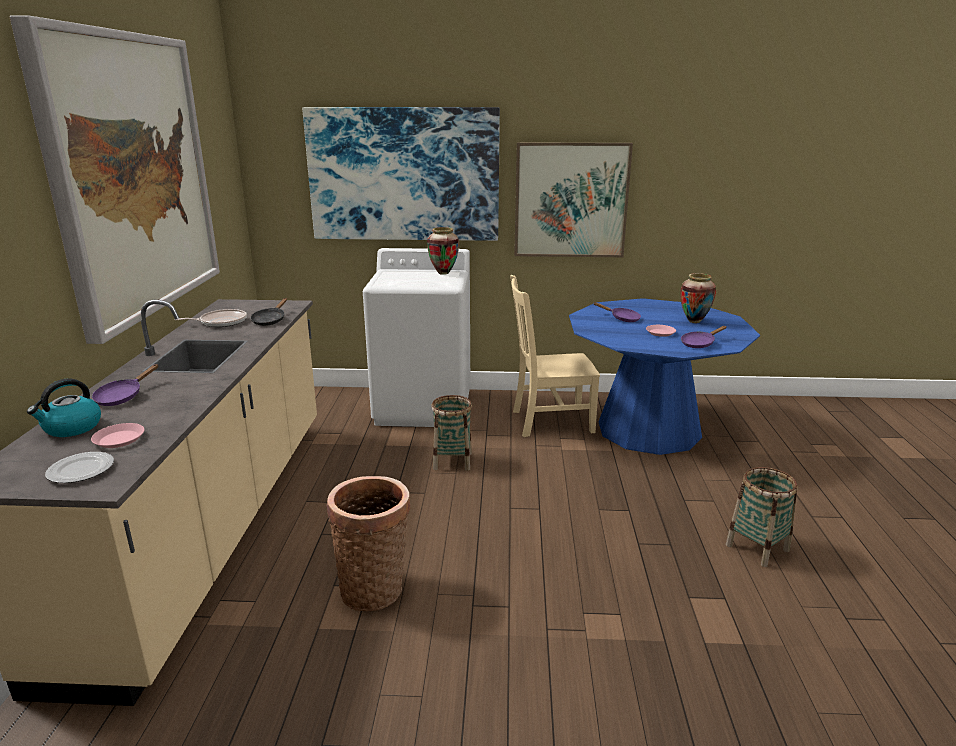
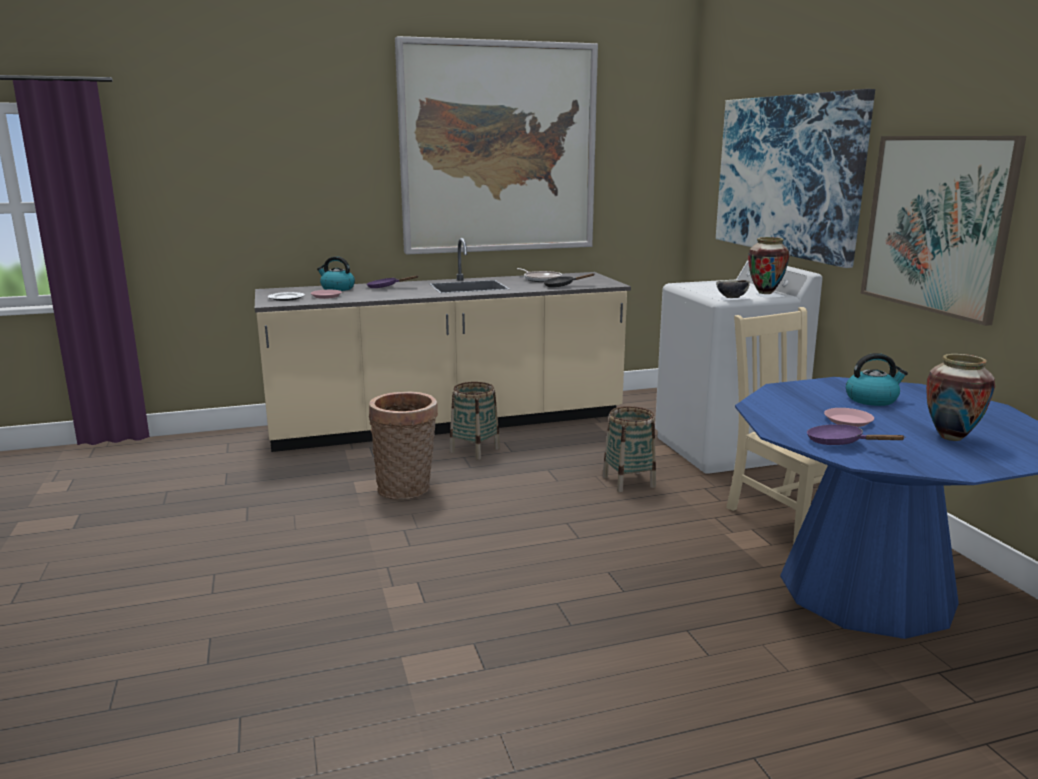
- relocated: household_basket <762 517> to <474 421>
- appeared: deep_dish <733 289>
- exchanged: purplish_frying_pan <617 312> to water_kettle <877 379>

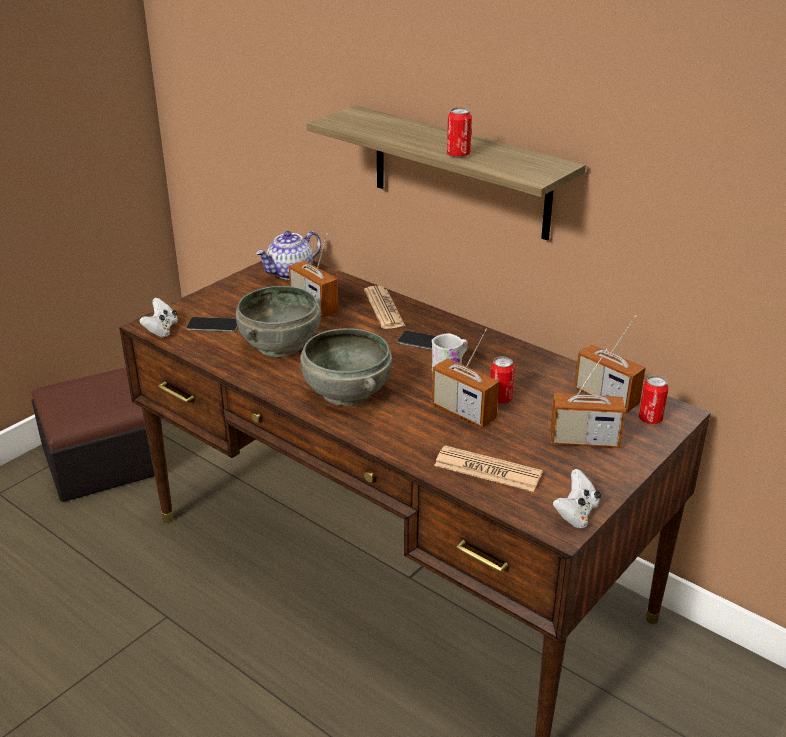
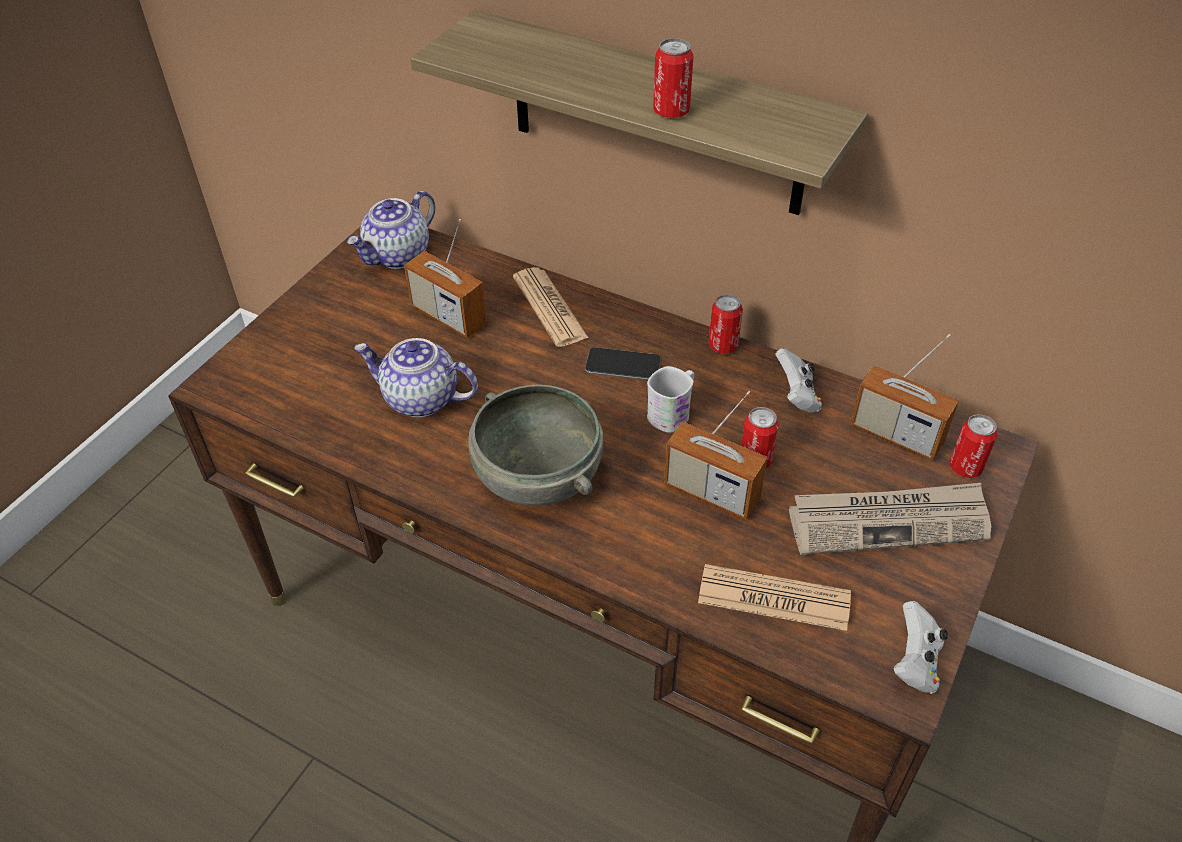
- exchanged: grey_deep_dish <278 321> to teapot <416 377>
- appeared: metal_can <726 324>
- relocated: white_gamepad <158 318> to <798 380>
- exchanged: radio_set <587 398> to daily_paper <890 519>
- missing: ottoman <93 434>
- missing: handset <212 324>

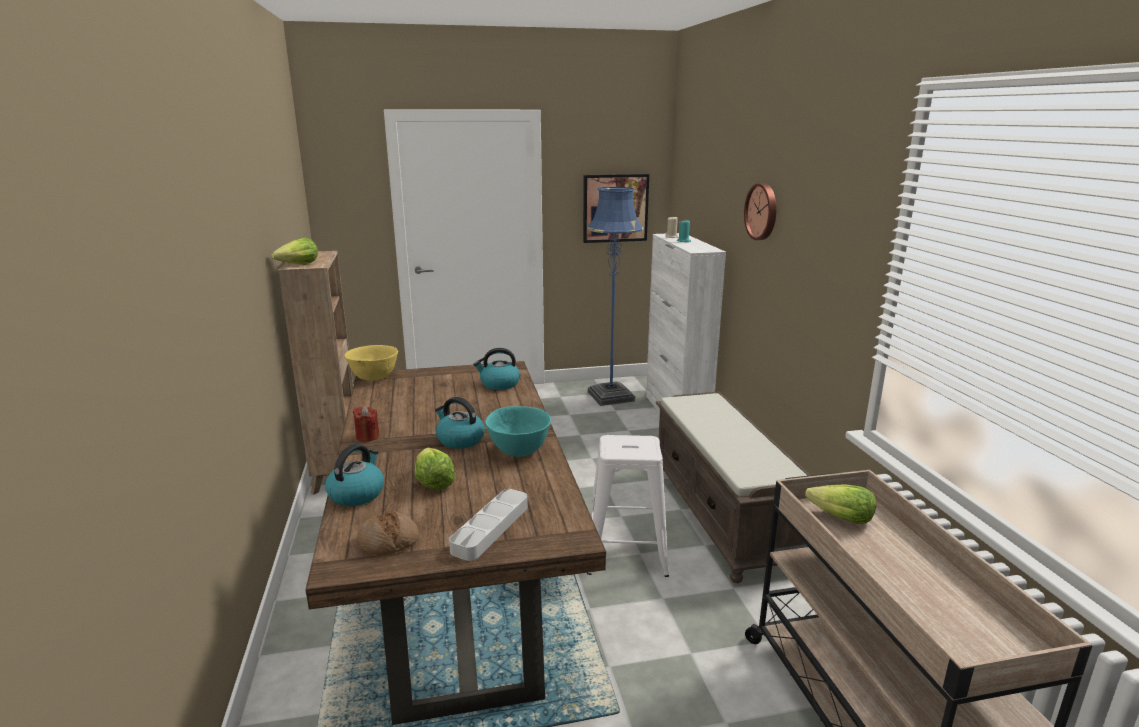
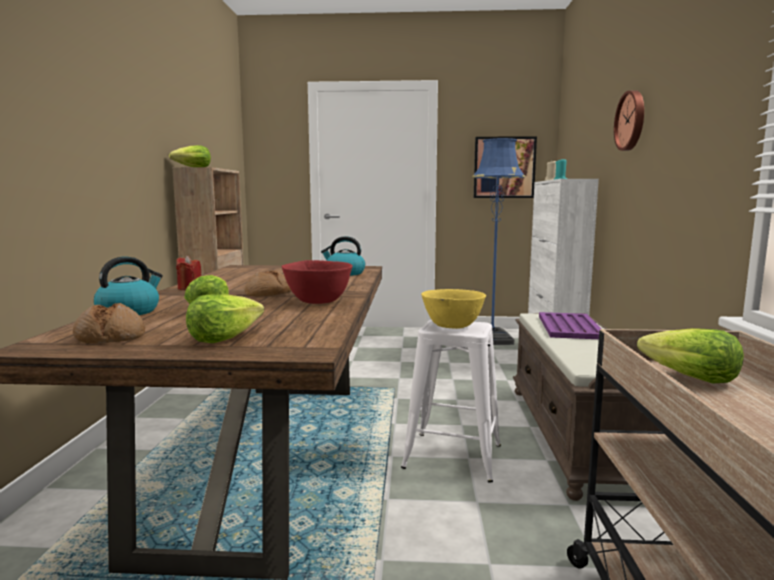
- exchanged: grey_carrying_tray <488 525> to lettuce_head <225 318>
- exchanged: water_kettle <460 423> to bakery_bread <267 283>
- colour: turquoise-coloured_deep_dish <518 431> to red-coloured_deep_dish <317 282>
- relocated: yellowish_deep_dish <371 363> to <453 309>
- appeared: purplish_carrying_tray <570 325>

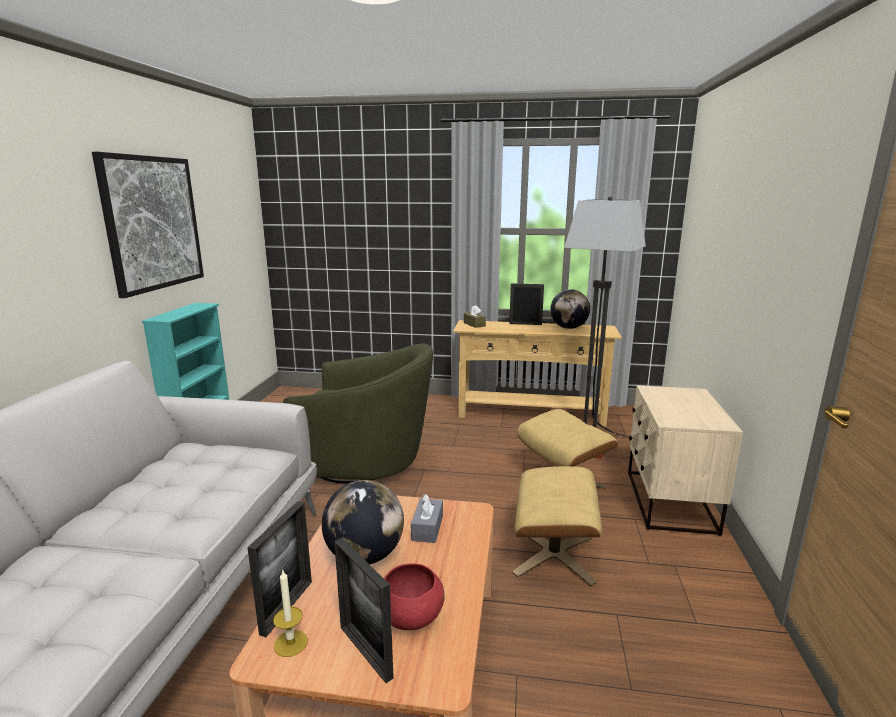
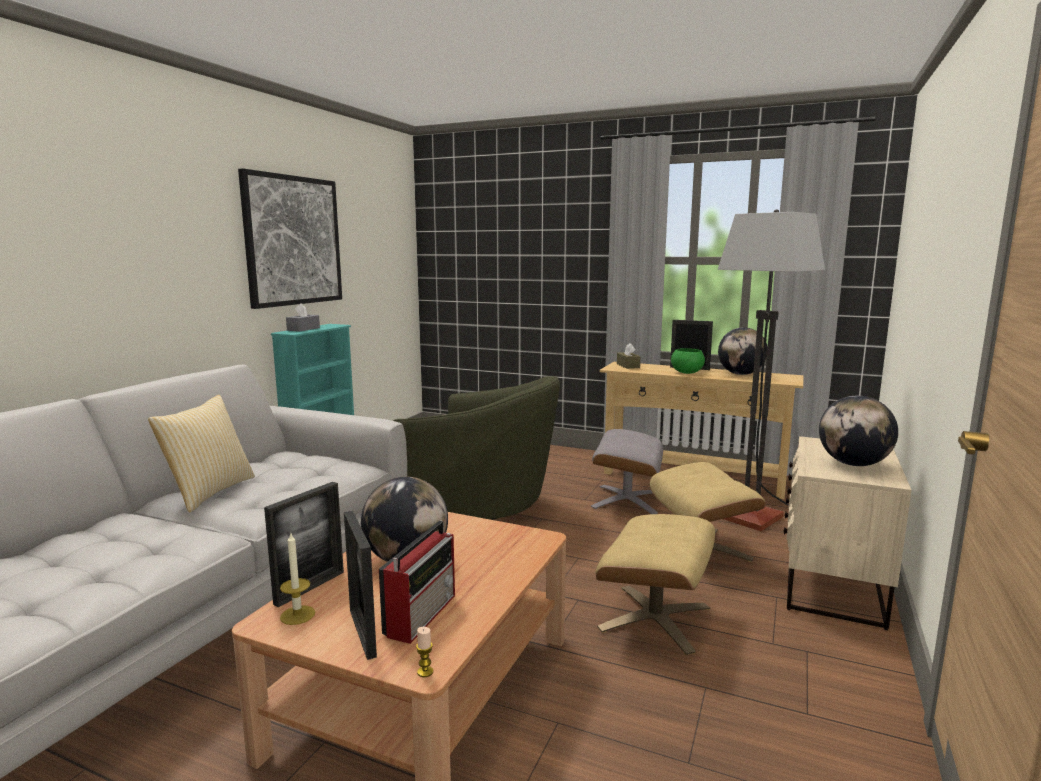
- appeared: pillow <201 453>
- relocated: grey_box_of_tissues <427 518> to <303 317>
- exchanged: red-coloured_deep_dish <414 596> to radio_set <417 582>
- appeared: candle <424 652>
- appeared: grey_ottoman <627 471>
- appeared: green_deep_dish <688 361>
- appeared: world_globe <858 431>

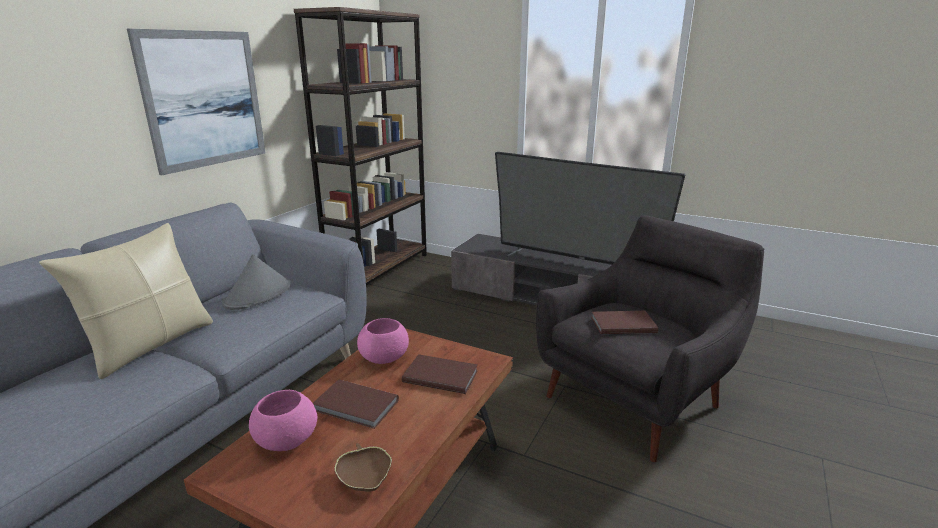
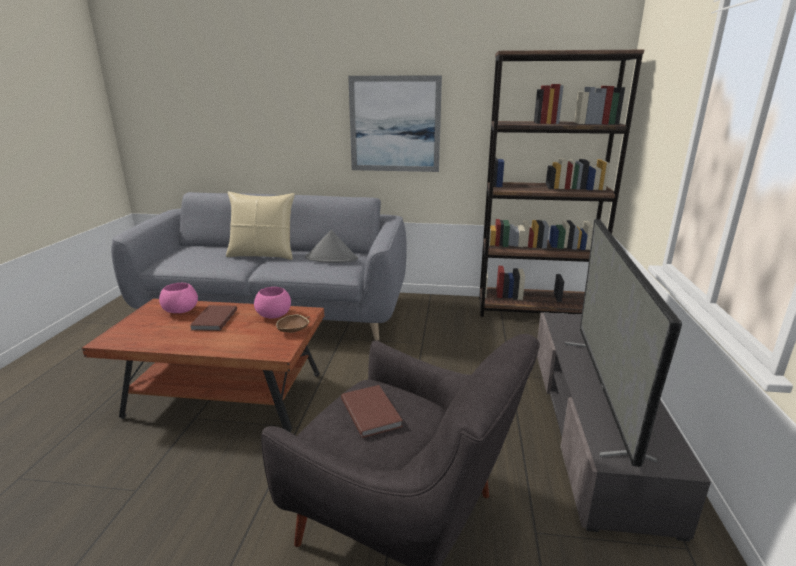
- relocated: brown_deep_dish <363 467> to <293 323>
- missing: brown_volume <440 374>

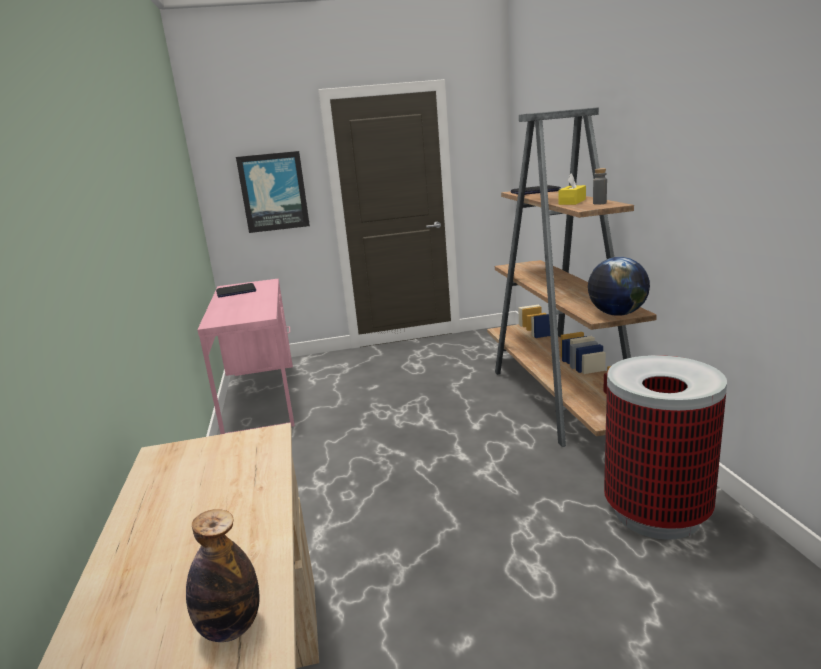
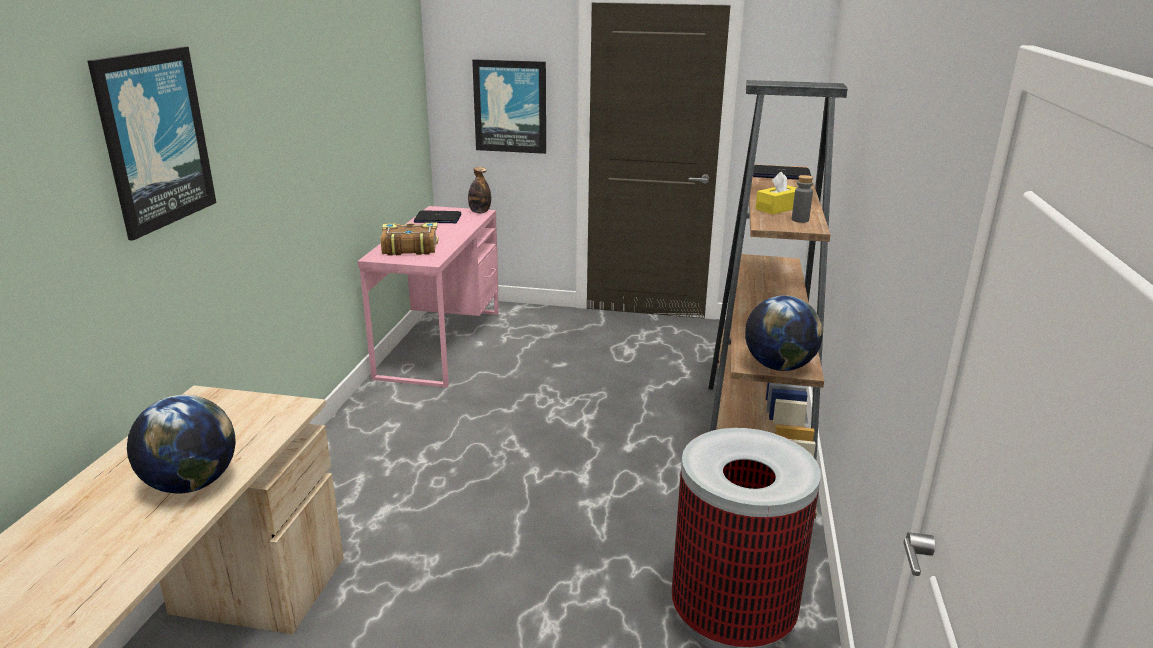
- appeared: picture <151 144>
- appeared: world_globe <181 444>
- appeared: volume <409 239>
- relocated: drink_bottle <223 575> to <479 190>

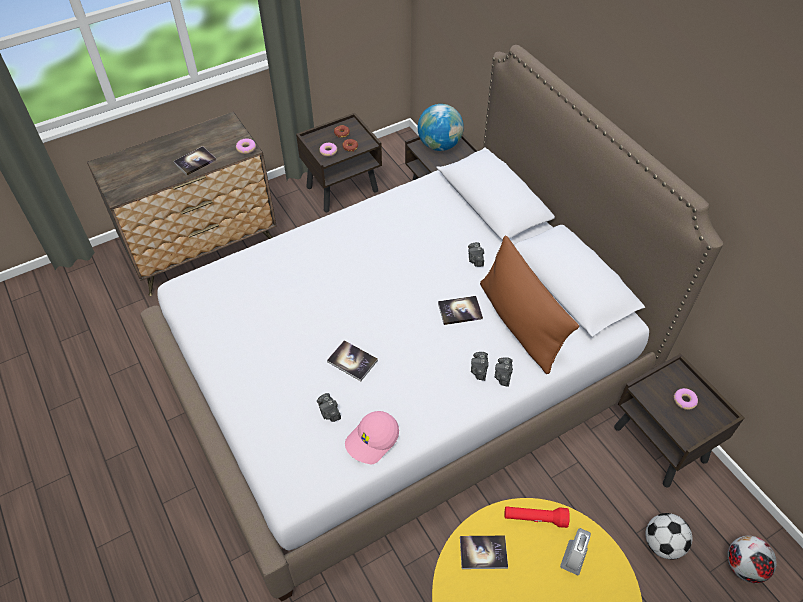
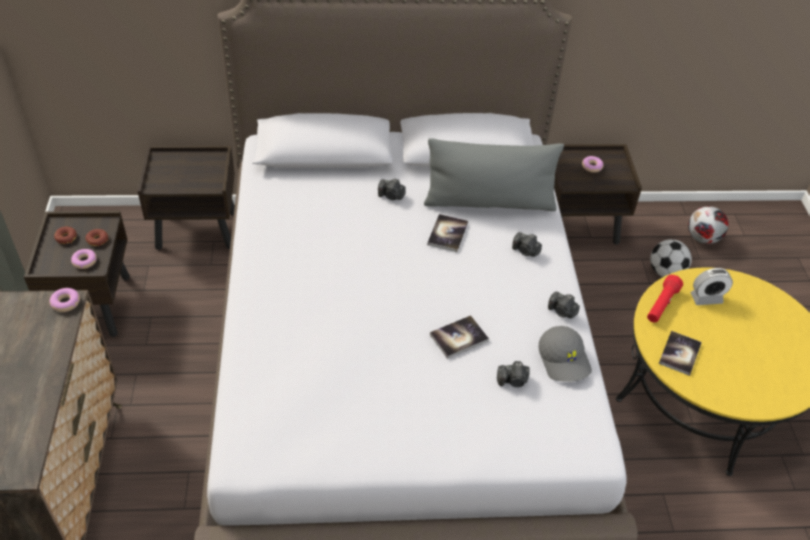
- colour: brown_pillow <529 304> to grey_pillow <494 174>
- colour: pink-coloured_peaked_cap <372 437> to grey_peaked_cap <565 354>
- relocated: still_camera <504 372> to <564 305>
- spun: bedside_clock <575 551> = <711 286> 120 degrees clockwise
- missing: volume <195 161>
- missing: world_globe <441 127>

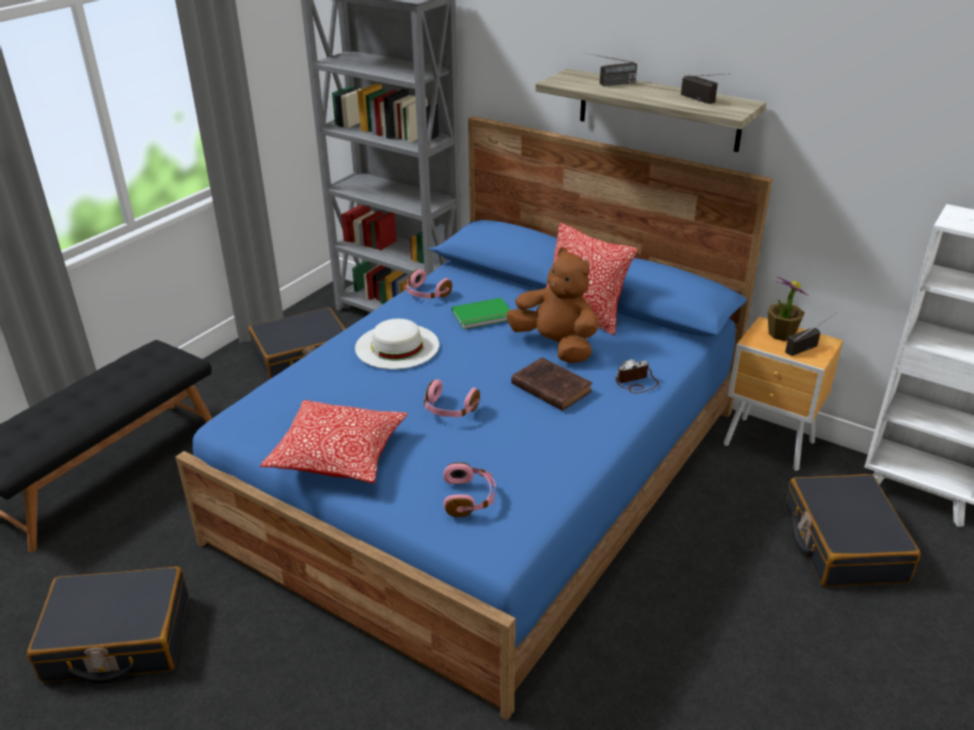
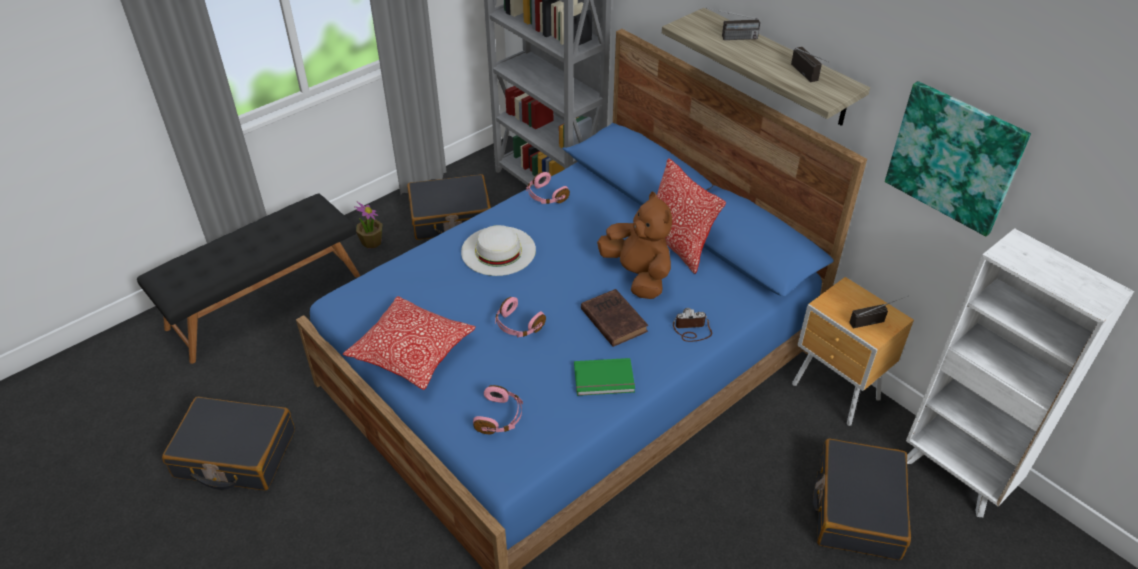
- relocated: potted_plant <788 309> to <368 225>
- relocated: green_volume <481 313> to <604 377>
- appeared: picture <958 158>

